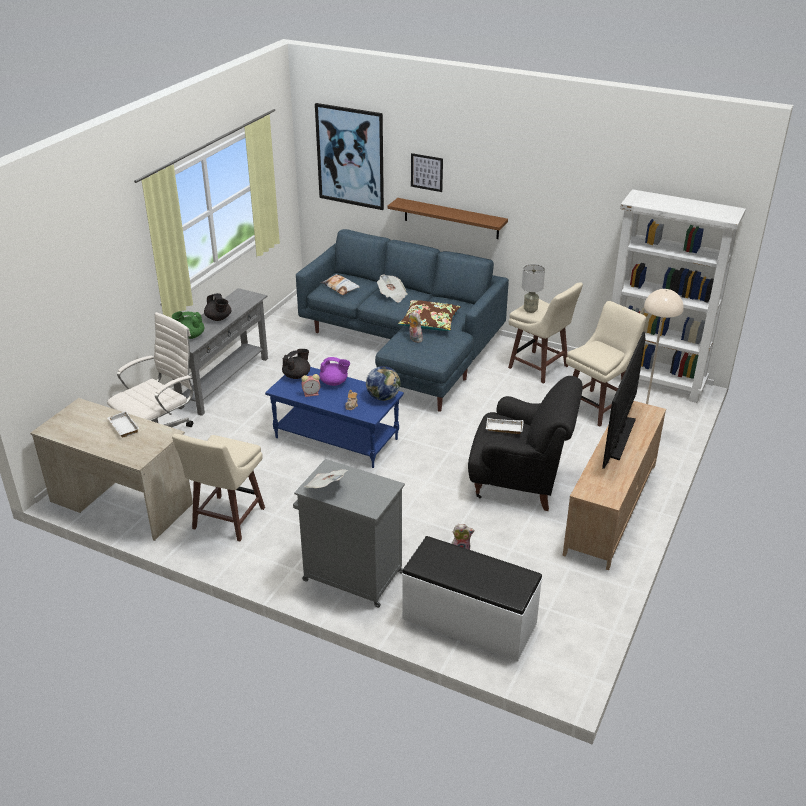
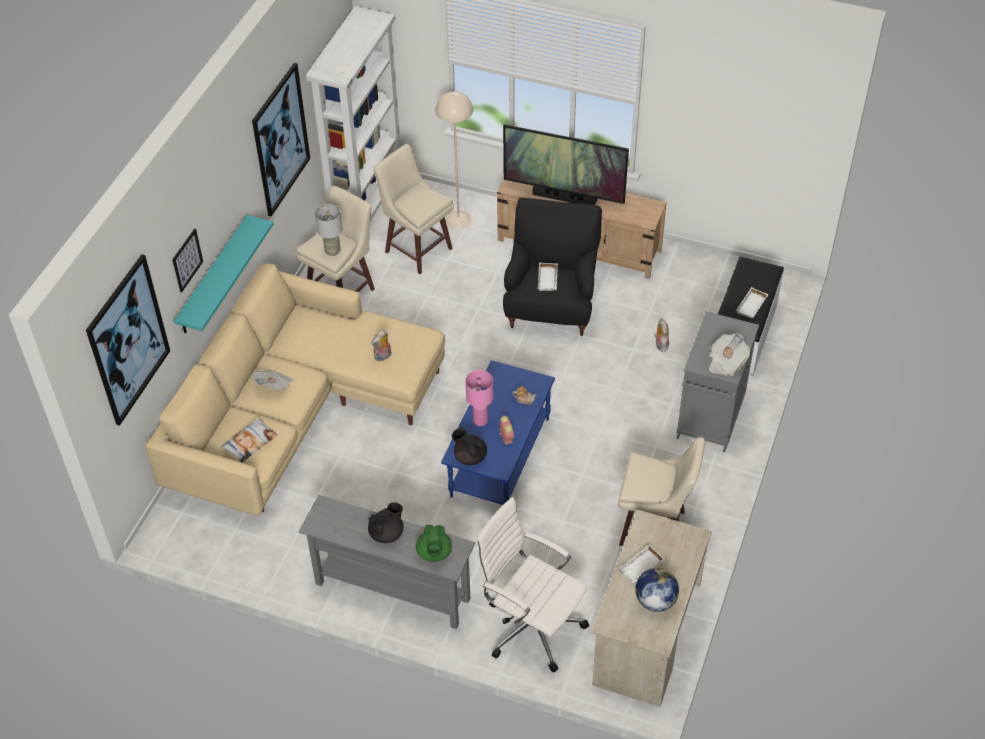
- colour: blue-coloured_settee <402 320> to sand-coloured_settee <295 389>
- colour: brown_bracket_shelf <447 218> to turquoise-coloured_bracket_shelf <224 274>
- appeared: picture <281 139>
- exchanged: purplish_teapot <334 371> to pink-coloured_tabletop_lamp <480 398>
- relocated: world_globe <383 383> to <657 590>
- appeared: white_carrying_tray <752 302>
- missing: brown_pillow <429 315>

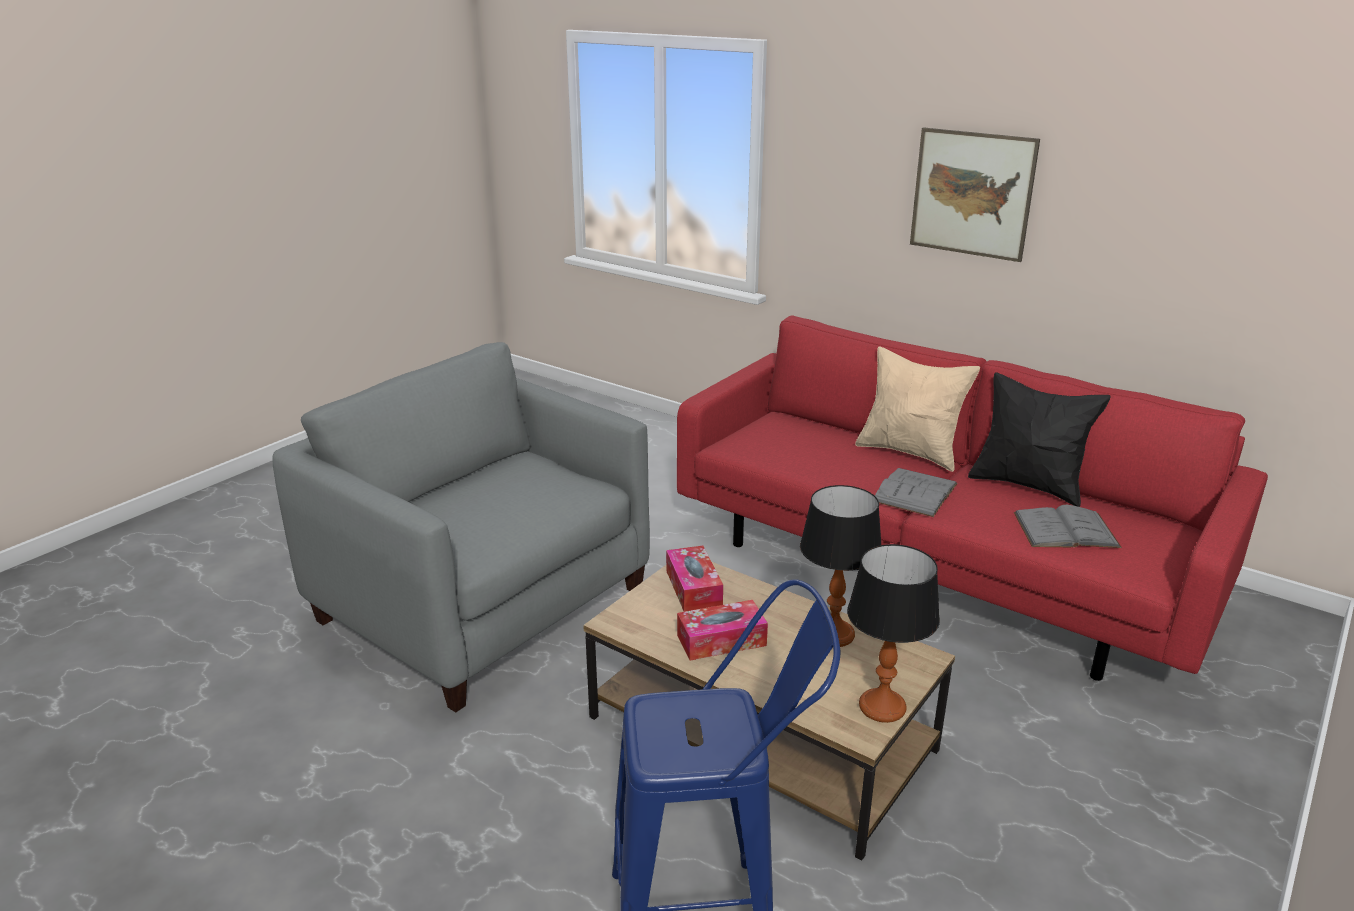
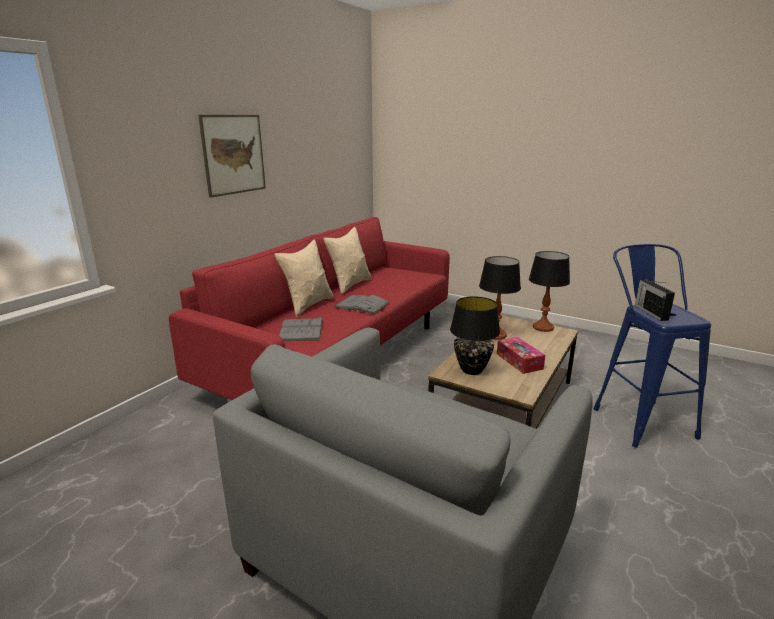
- relocated: grey_volume <1068 526> to <301 328>
- colour: black_pillow <1039 439> to sand-coloured_pillow <347 261>
- exchanged: box_of_tissues <694 579> to black_tabletop_lamp <475 335>
- appeared: radio_set <655 300>

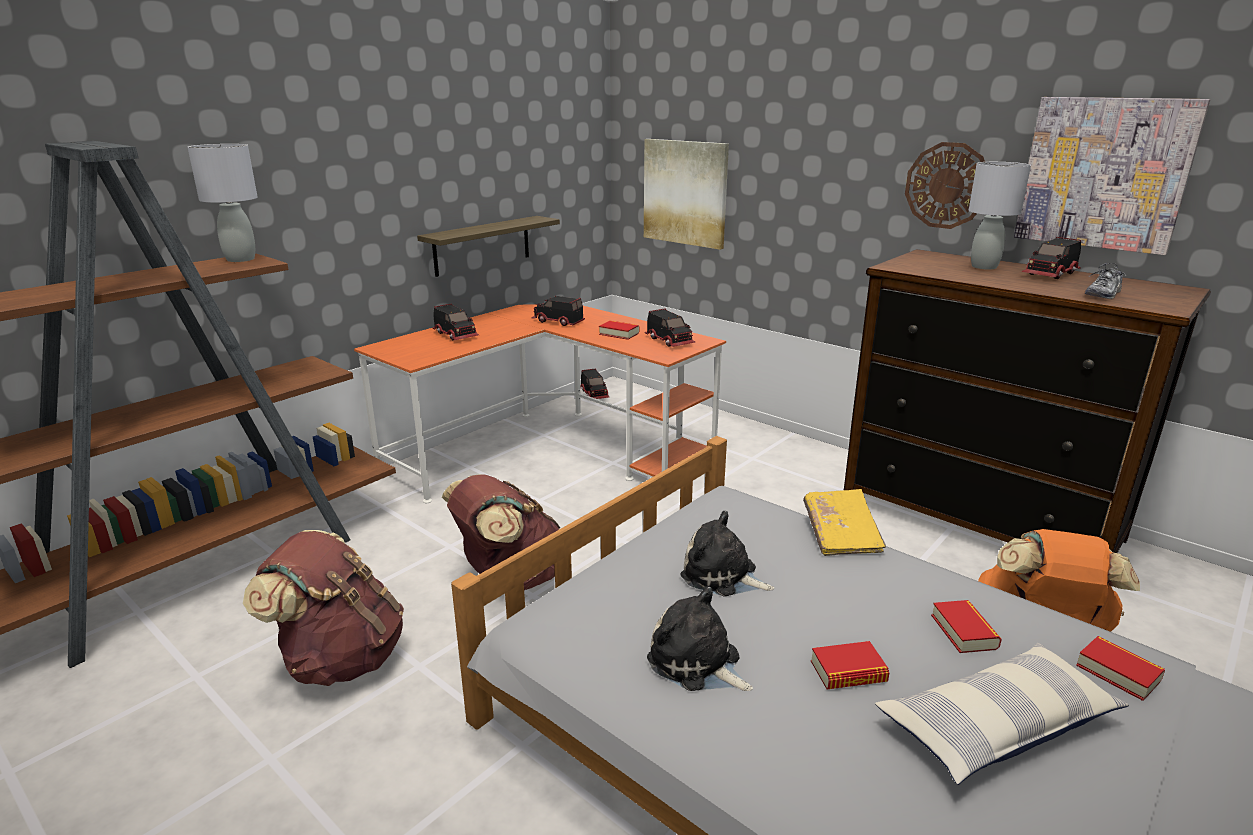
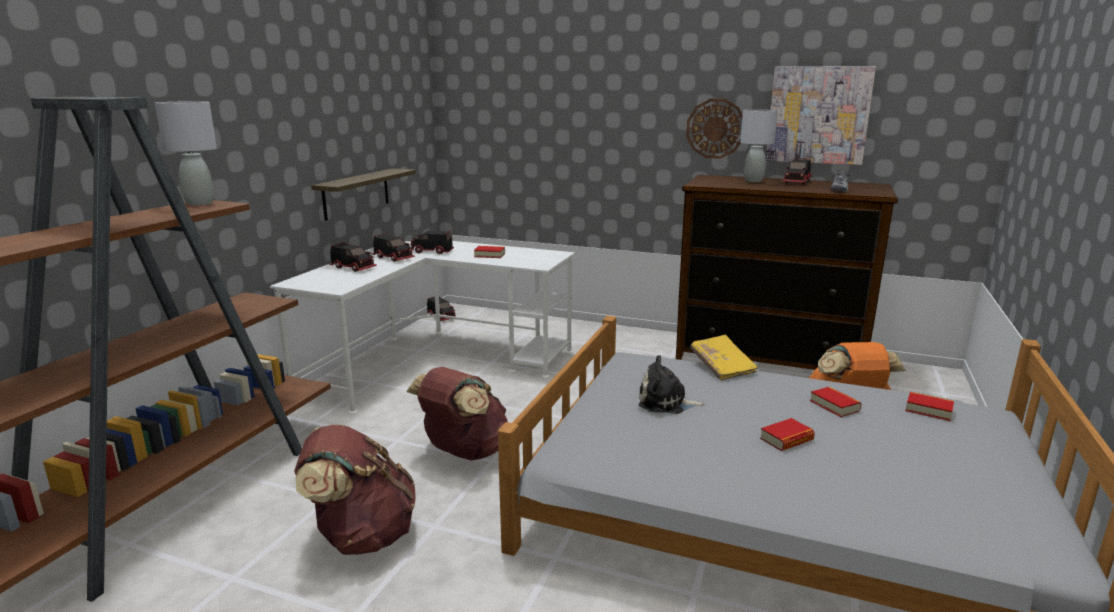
- colour: orange_desk <540 403> to white_desk <422 327>
- relocated: toy_truck <670 327> to <394 247>
- missing: picture <686 194>
- missing: soft_toy <700 638>
- missing: pillow <1002 714>

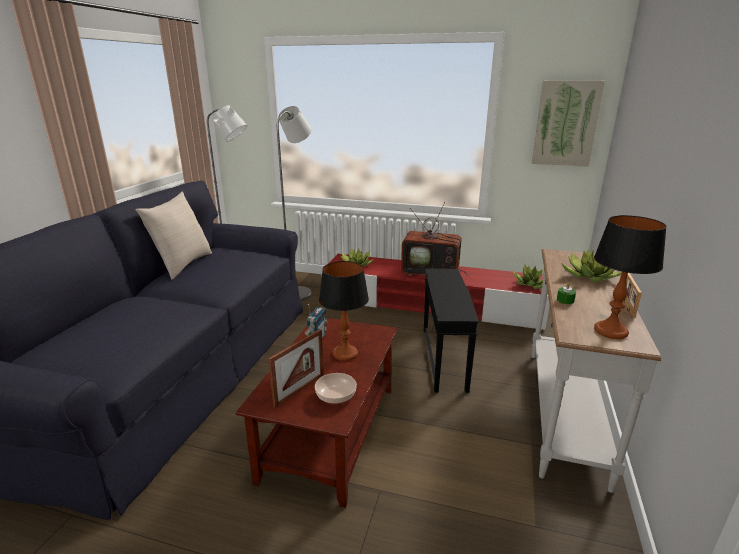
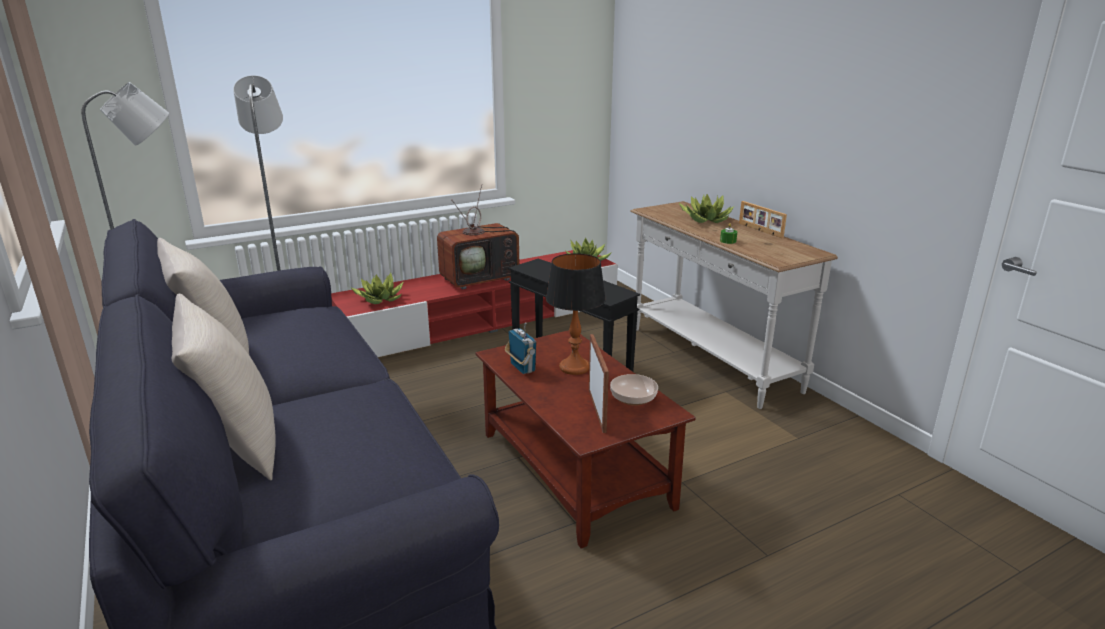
- appeared: sand-coloured_pillow <224 387>
- missing: picture <568 124>
- missing: tabletop_lamp <630 277>

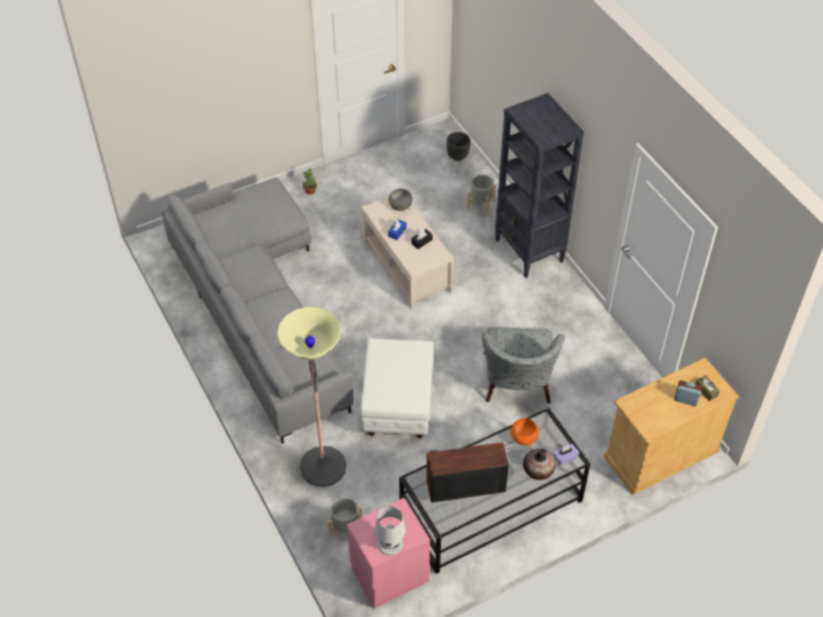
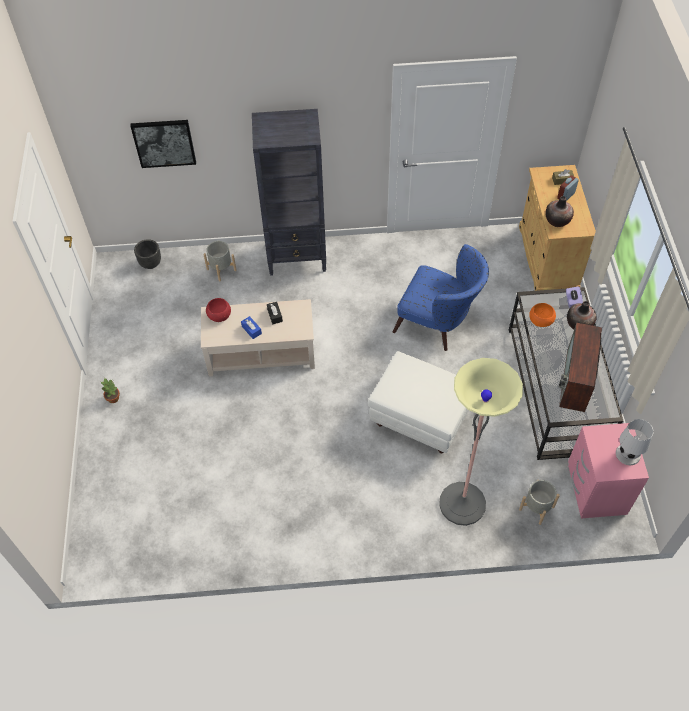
- appeared: picture <163 144>
- colour: grey_deep_dish <401 200> to red-coloured_deep_dish <218 310>
- colour: grey_easy_chair <523 365> to blue-coloured_easy_chair <441 297>
- appeared: flower_vase <559 211>
- missing: grey_settee <257 310>

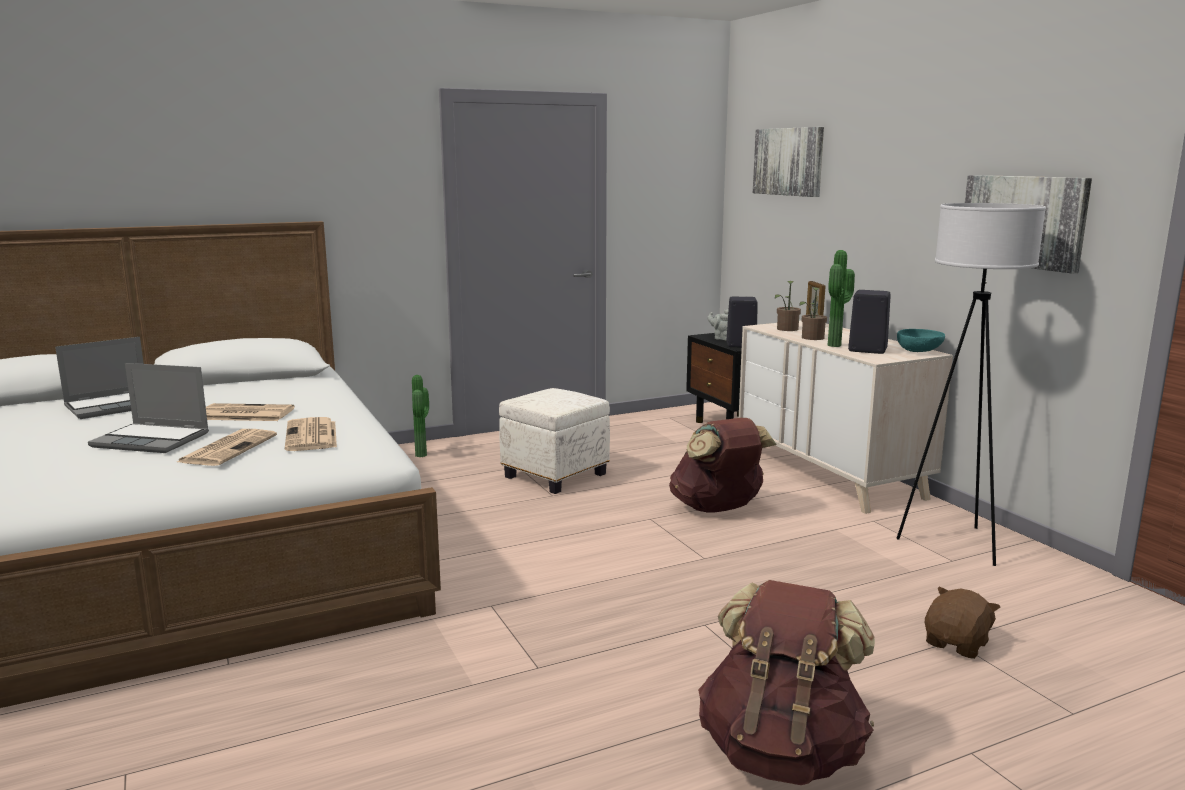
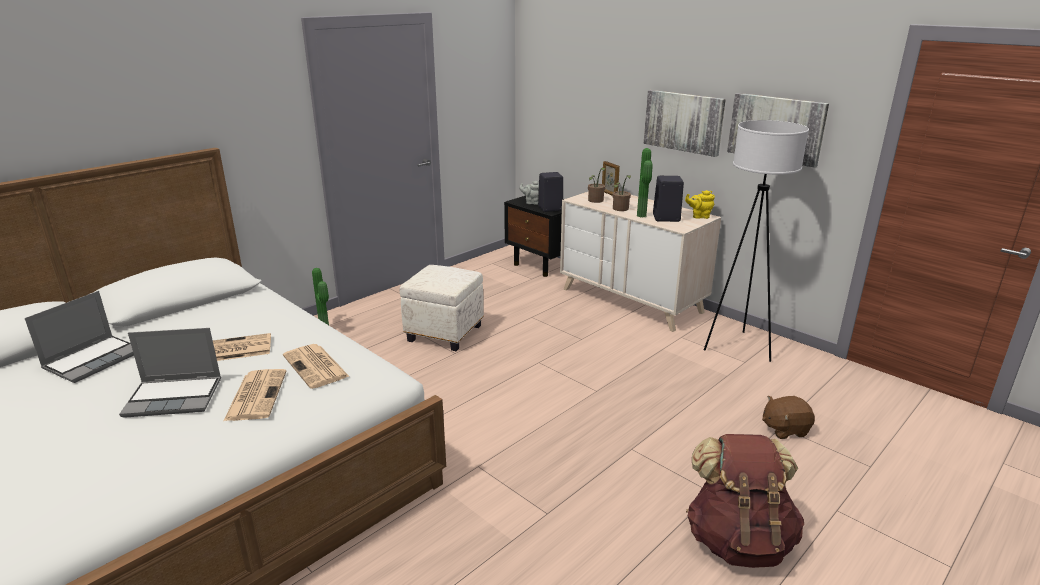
- relocated: picture <788 162> to <685 123>
- exchanged: turquoise-coloured_deep_dish <921 340> to yellowish_teapot <700 204>
- spun: brown_soft_toy <962 623> = <788 417> 120 degrees counterclockwise
- missing: brown_backpack <722 465>

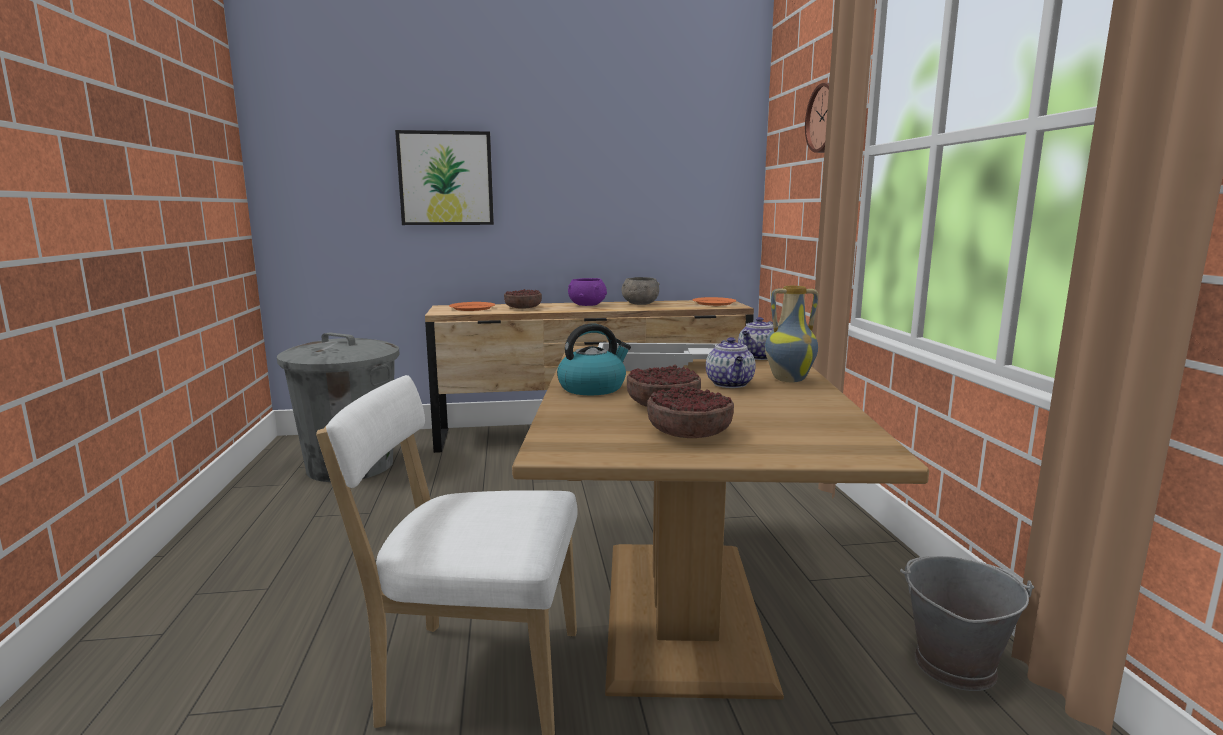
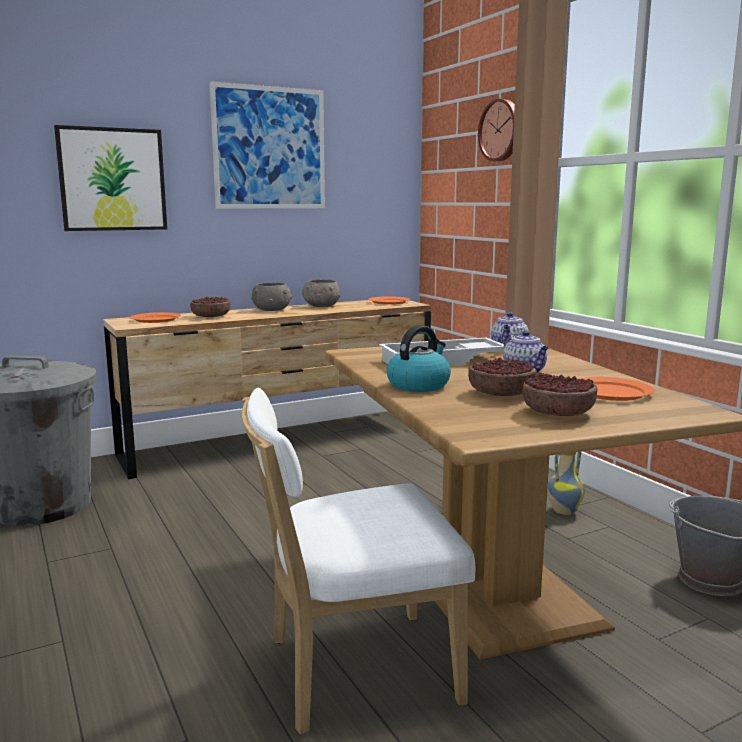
- appeared: picture <267 145>
- colour: purplish_deep_dish <587 292> to grey_deep_dish <271 296>
- relocated: flower_vase <791 334> to <566 483>
- appeared: orange_flat_dish <616 389>

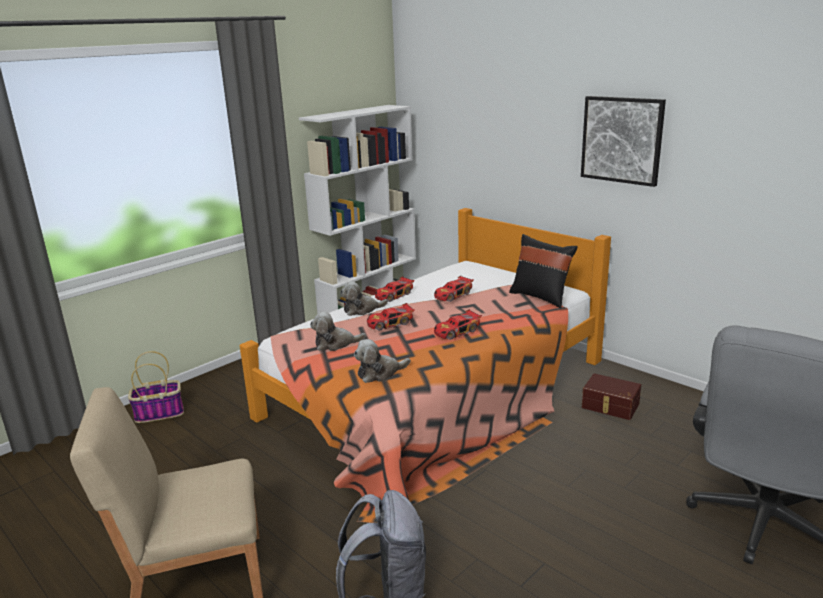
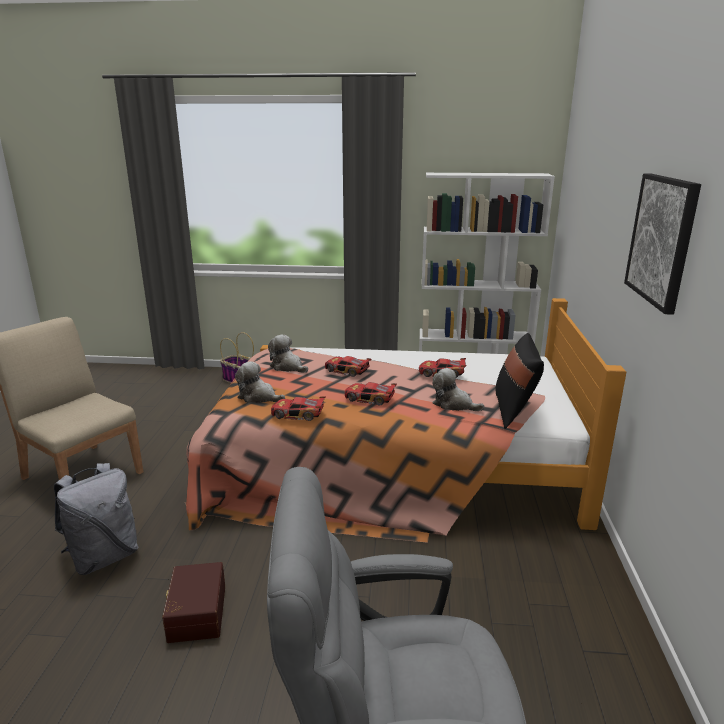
- relocated: brown_storage_box <611 396> to <193 602>
- relocated: toy_car <394 289> to <298 408>
- relocated: soft_toy <364 298> to <458 389>

